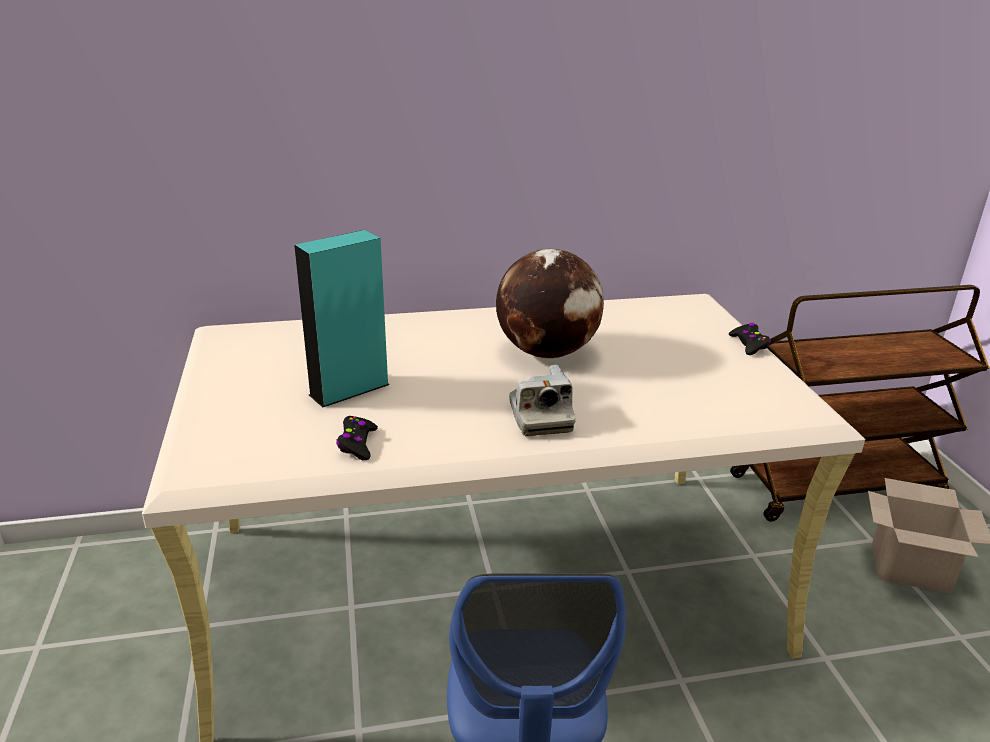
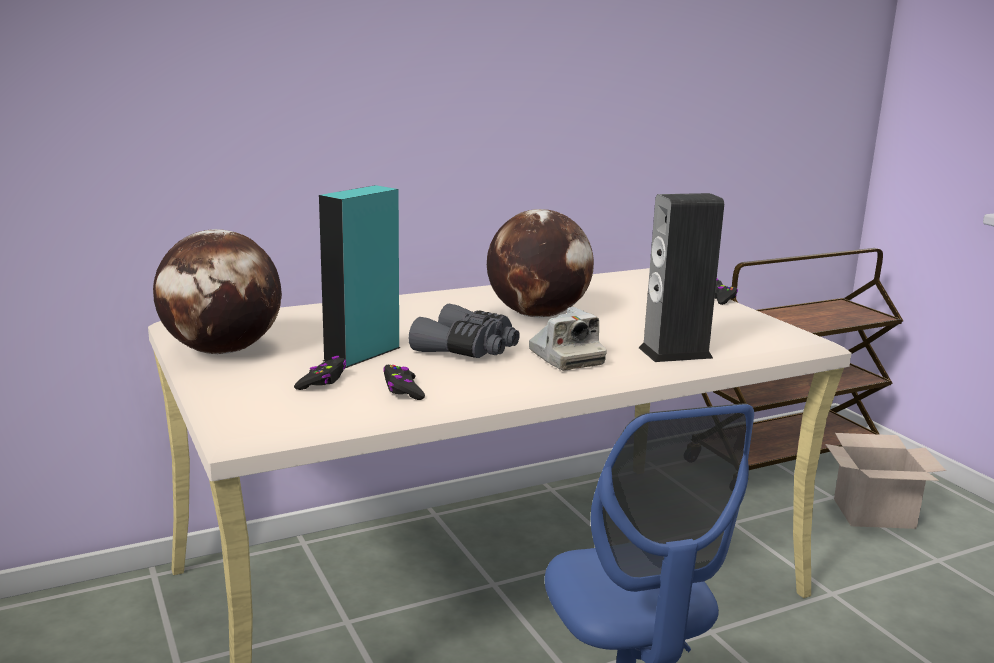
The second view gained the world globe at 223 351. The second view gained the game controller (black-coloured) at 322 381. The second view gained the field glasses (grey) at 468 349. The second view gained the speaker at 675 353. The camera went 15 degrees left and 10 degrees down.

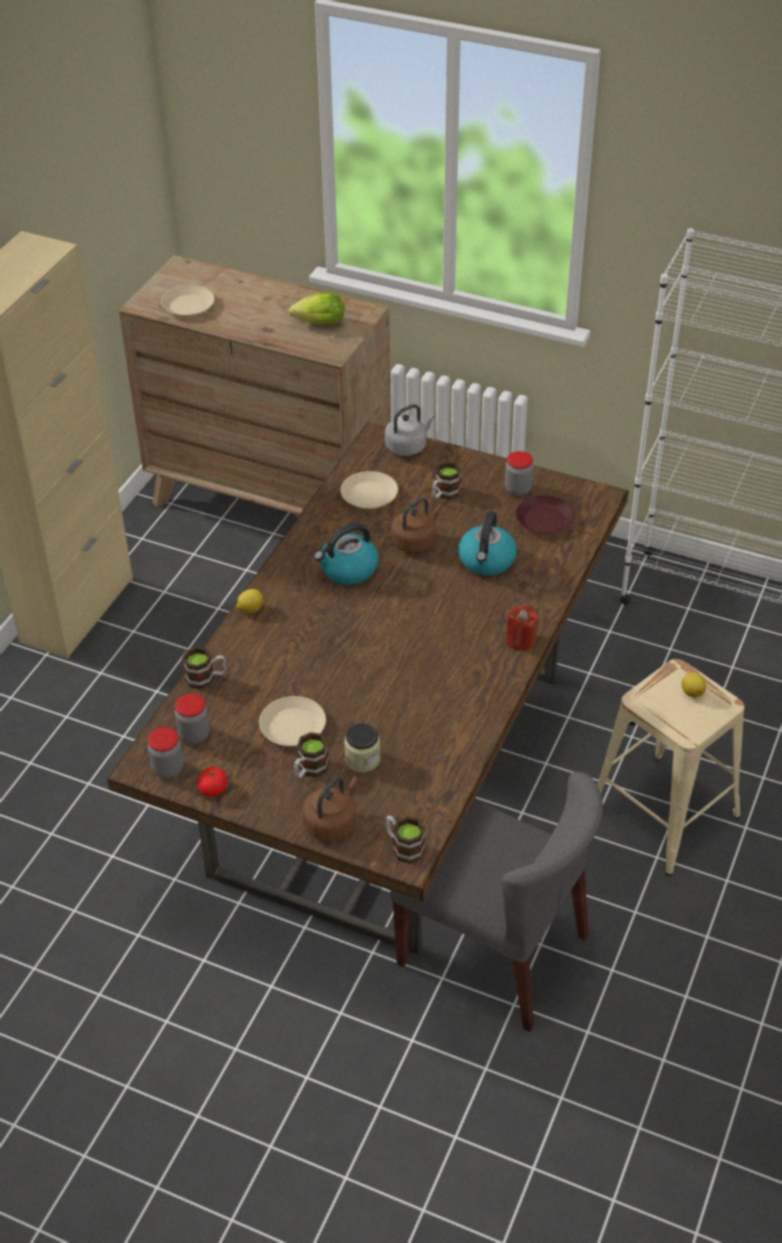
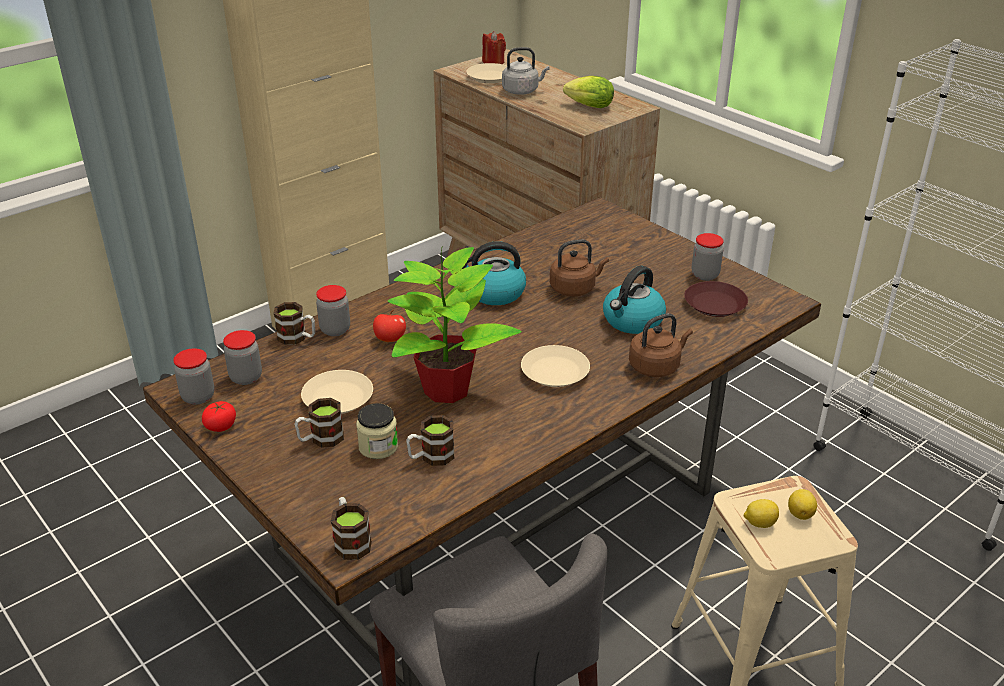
The second view gained the storage jar at 335 330. The second view gained the whole apple at 390 339. The second view gained the houseplant at 447 389. The tea mug ended up elsewhere, having gone from 444 494 to 431 457. The wax light (red) ended up elsewhere, having gone from 520 640 to 493 62. The water kettle (grey) ended up elsewhere, having gone from 408 446 to 522 91. The flat dish (sand-coloured) ended up elsewhere, having gone from 370 495 to 555 372. The water kettle (brownish) ended up elsewhere, having gone from 332 823 to 656 366. The lemon ended up elsewhere, having gone from 250 609 to 759 523. The camera went 25 degrees right and 10 degrees down.

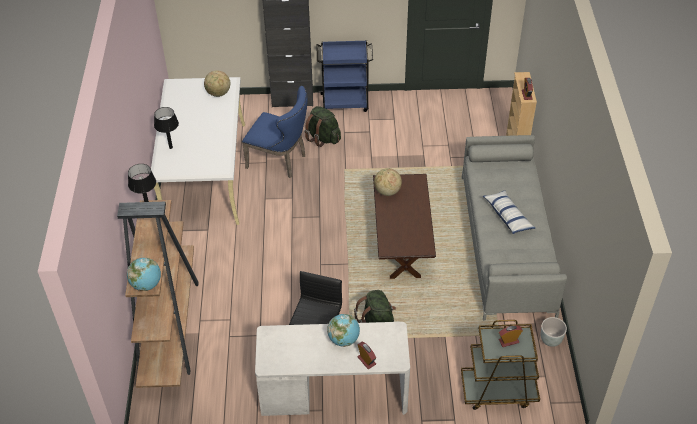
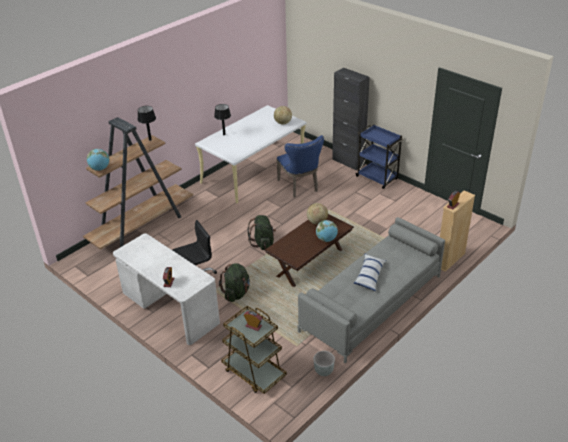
The knapsack (green-coloured) ended up elsewhere, having gone from 323 138 to 263 243. The world globe ended up elsewhere, having gone from 344 339 to 326 239. The camera went 45 degrees right and 10 degrees down.

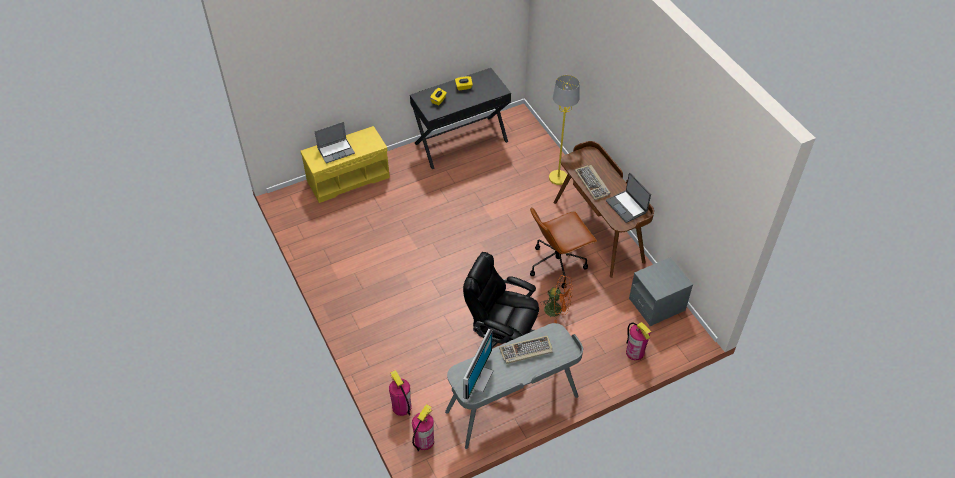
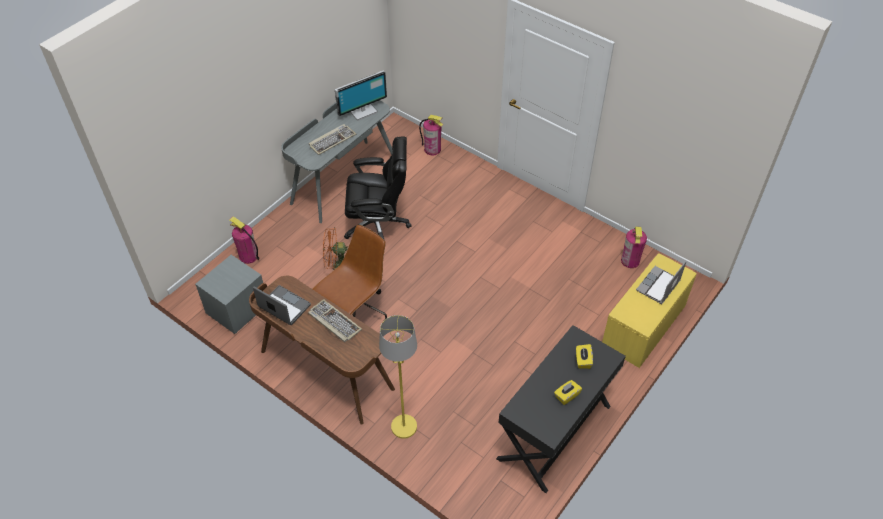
The computer display at 477 378 ended up facing another way, 120 degrees counterclockwise from before. The extinguisher ended up elsewhere, having gone from 424 441 to 630 261. The camera went 155 degrees right and 0 degrees up.

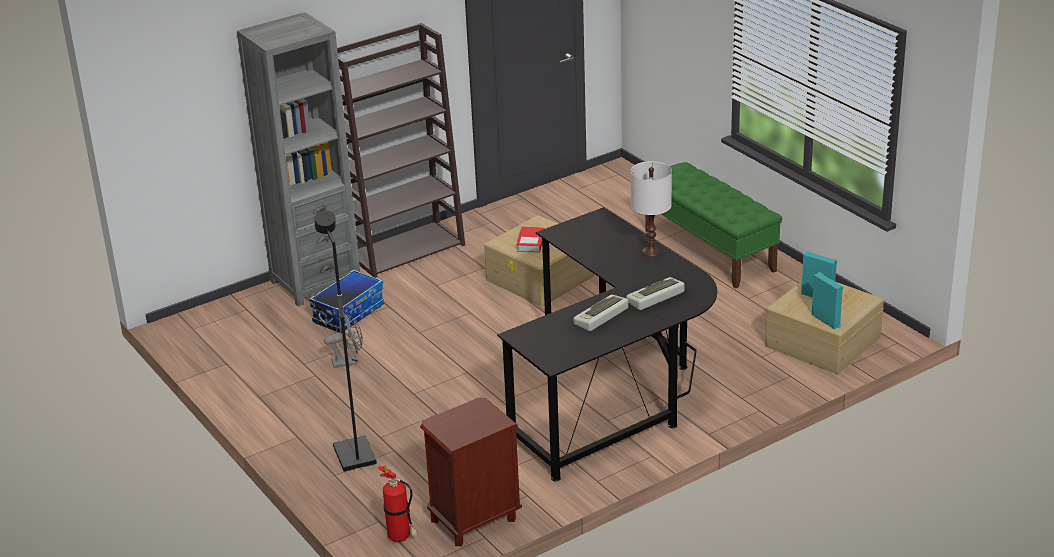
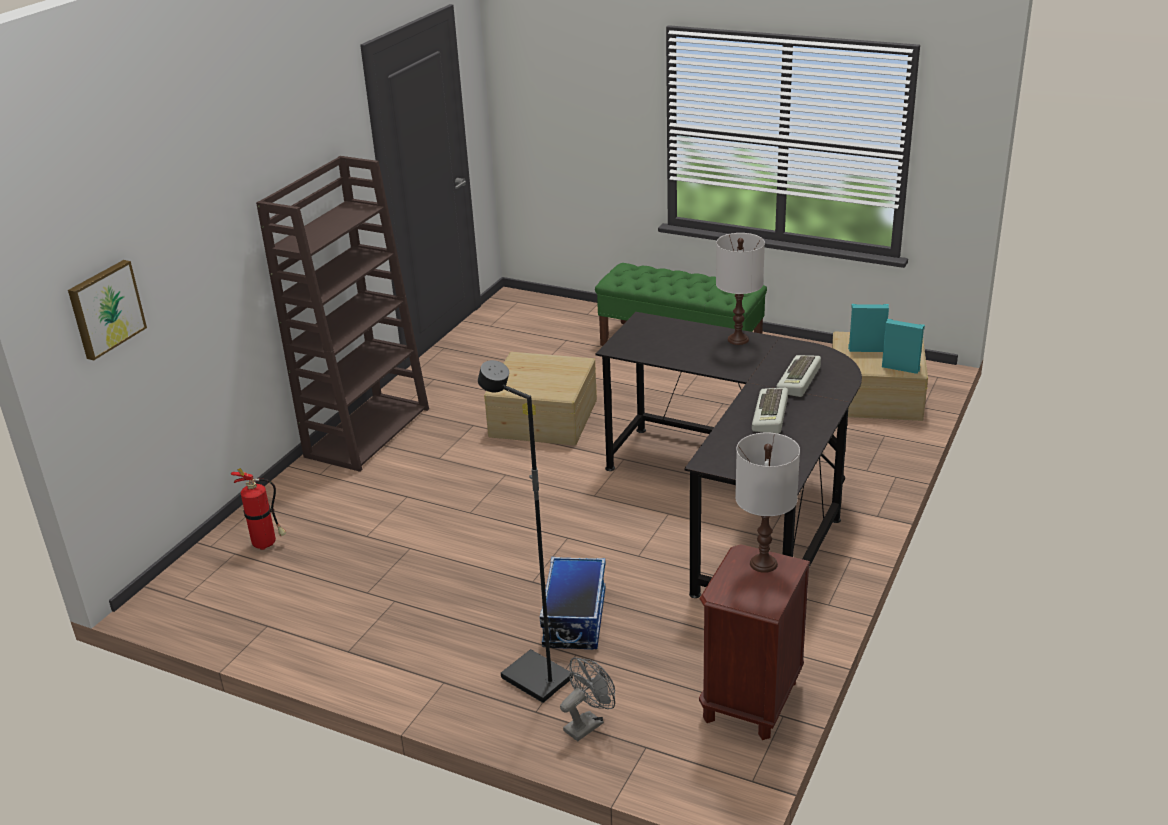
The second view gained the wall art at 105 308. The extinguisher ended up elsewhere, having gone from 401 538 to 267 544. The storage bin ended up elsewhere, having gone from 348 313 to 573 618. The fan (grey) ended up elsewhere, having gone from 348 362 to 588 723. The second view gained the tabletop lamp (white-coloured) at 763 564. The second view lost the bookcase (grey) at 315 282. The second view lost the bound book at 530 243. The camera went 30 degrees left and 0 degrees up.

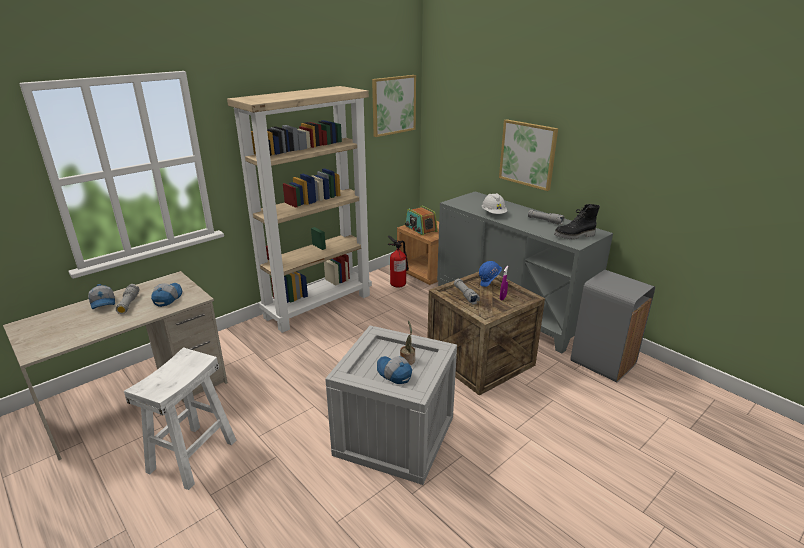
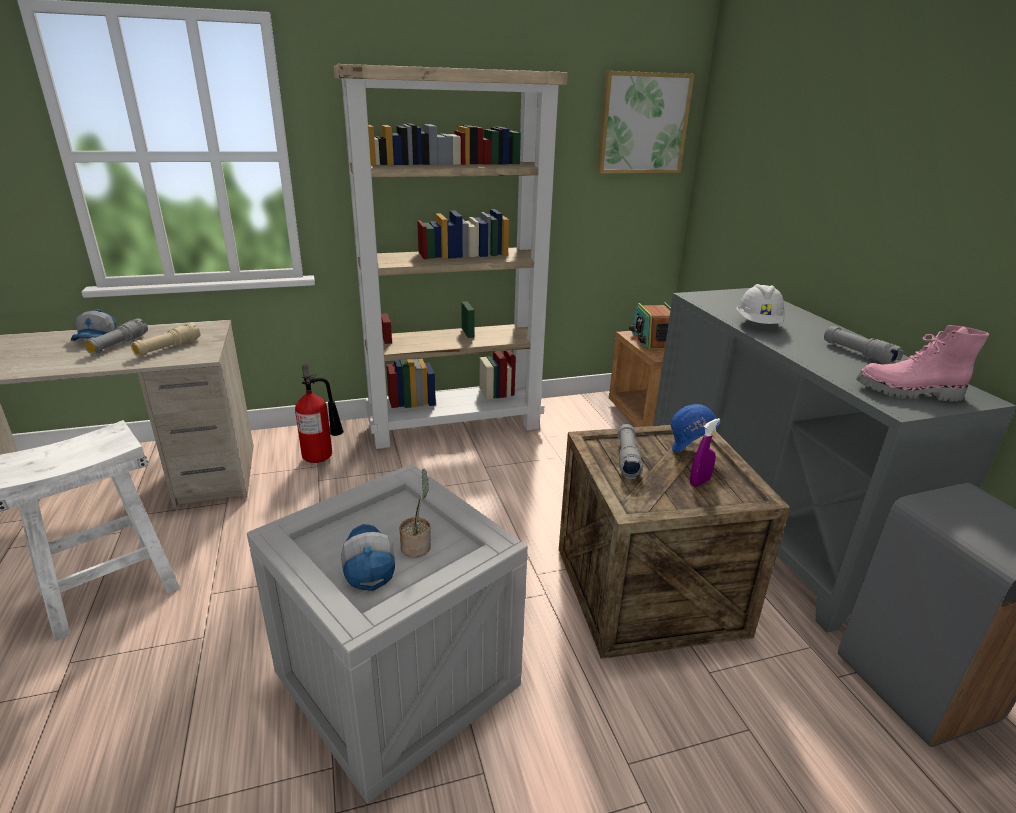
Where the cap stood at 167 298, the hand torch (sand-coloured) came to stand at 168 348. The extinguisher ended up elsewhere, having gone from 399 284 to 322 457. What was the boot (black-coloured) at 574 236 turned into the boot (pinkish) at 908 393. The second view lost the wall art at 528 154. The camera went 25 degrees right and 0 degrees up.

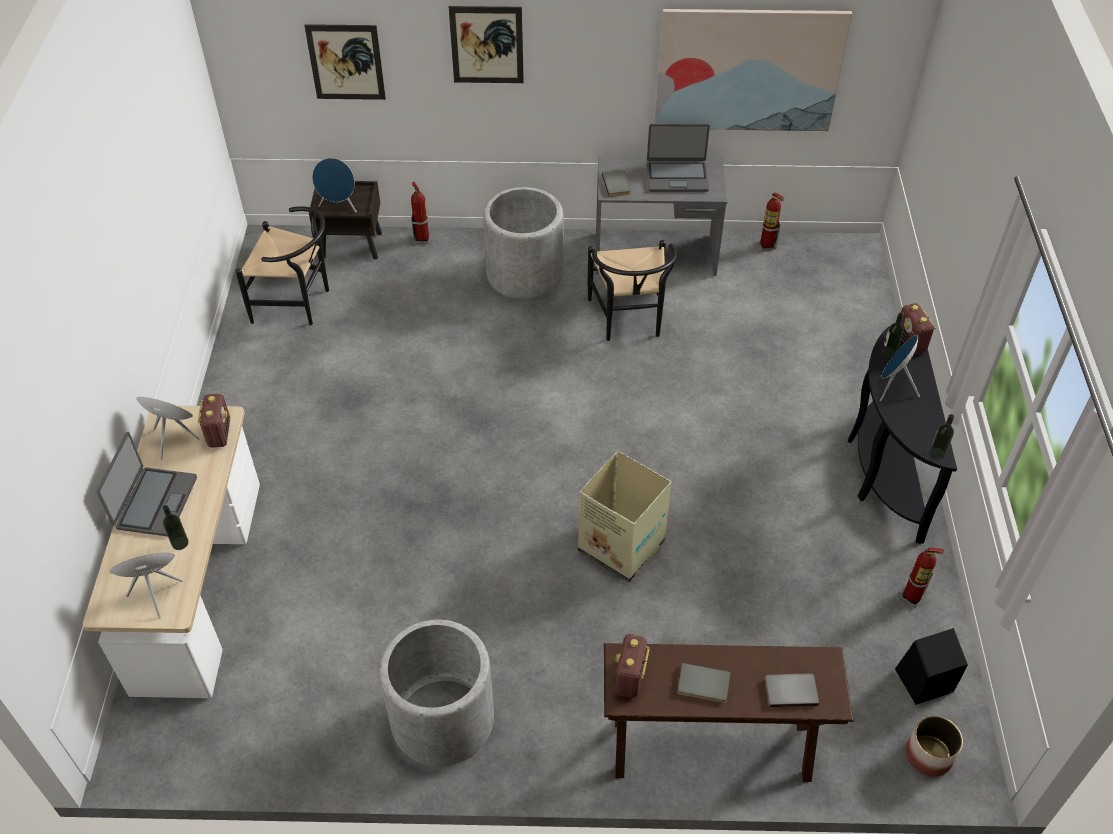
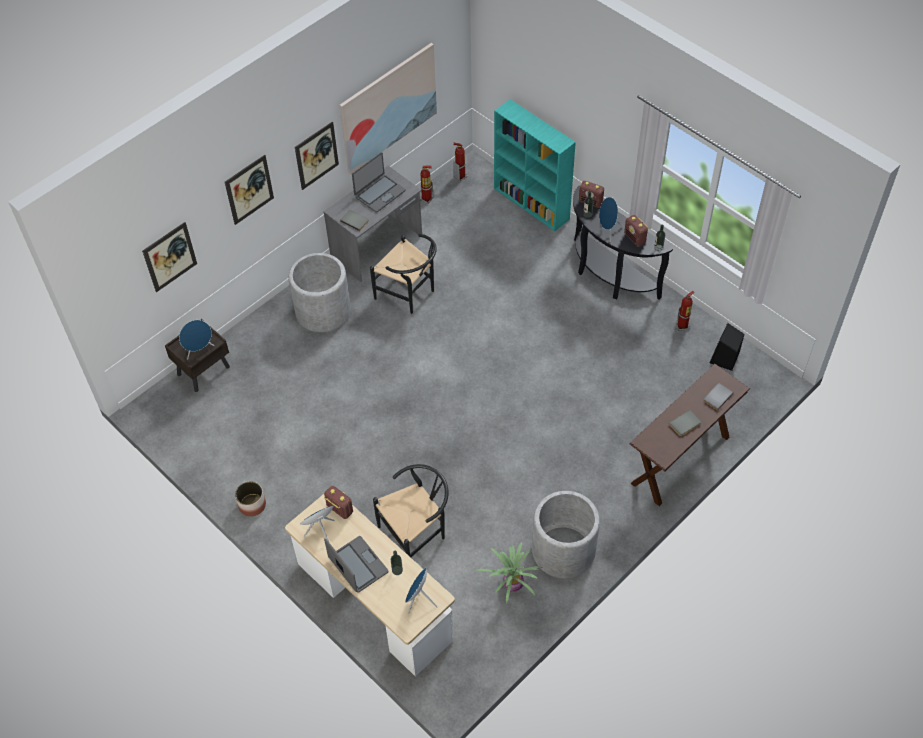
The plant pot ended up elsewhere, having gone from 929 755 to 252 505. The second view gained the wall art at 316 155. The upright chair (black-coloured) ended up elsewhere, having gone from 297 303 to 417 533. The extinguisher ended up elsewhere, having gone from 422 239 to 460 176. The second view gained the houseplant at 512 584. The second view gained the bookcase (turquoise) at 532 204. The radio set ended up elsewhere, having gone from 630 678 to 635 238. The second view lost the carton at 622 547. The camera went 45 degrees left and 5 degrees up.

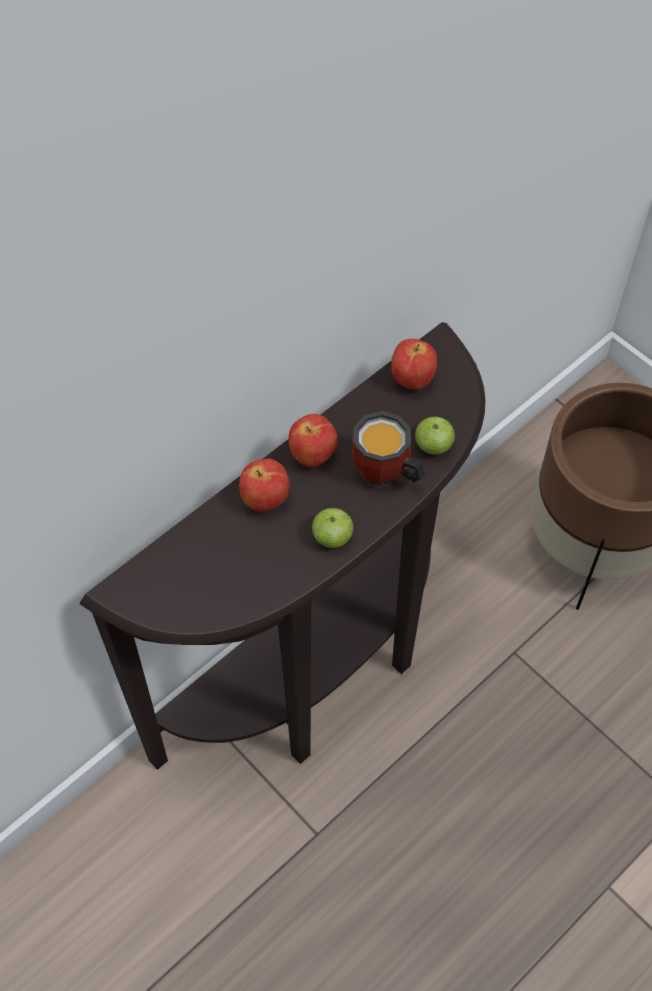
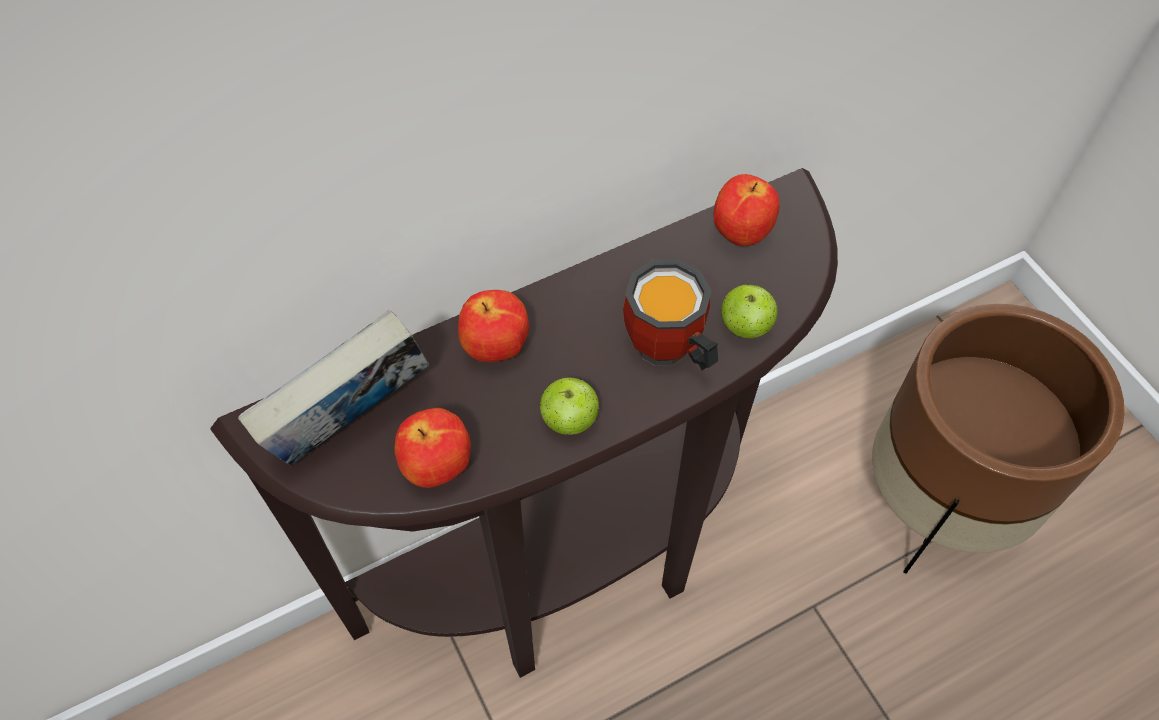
The second view gained the bound book at 352 425. The whole apple ended up elsewhere, having gone from 313 456 to 437 468. The camera went 15 degrees right and 0 degrees up.

